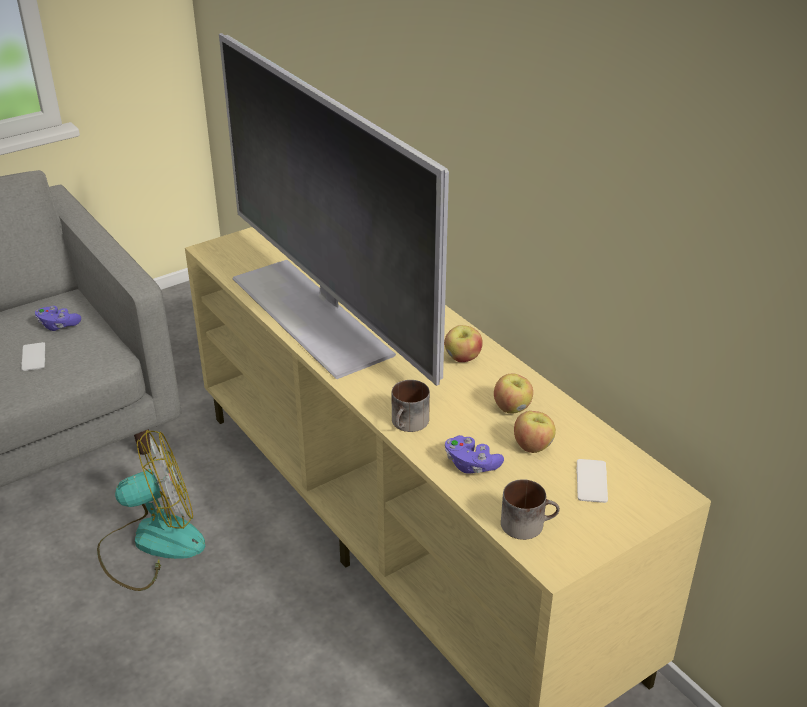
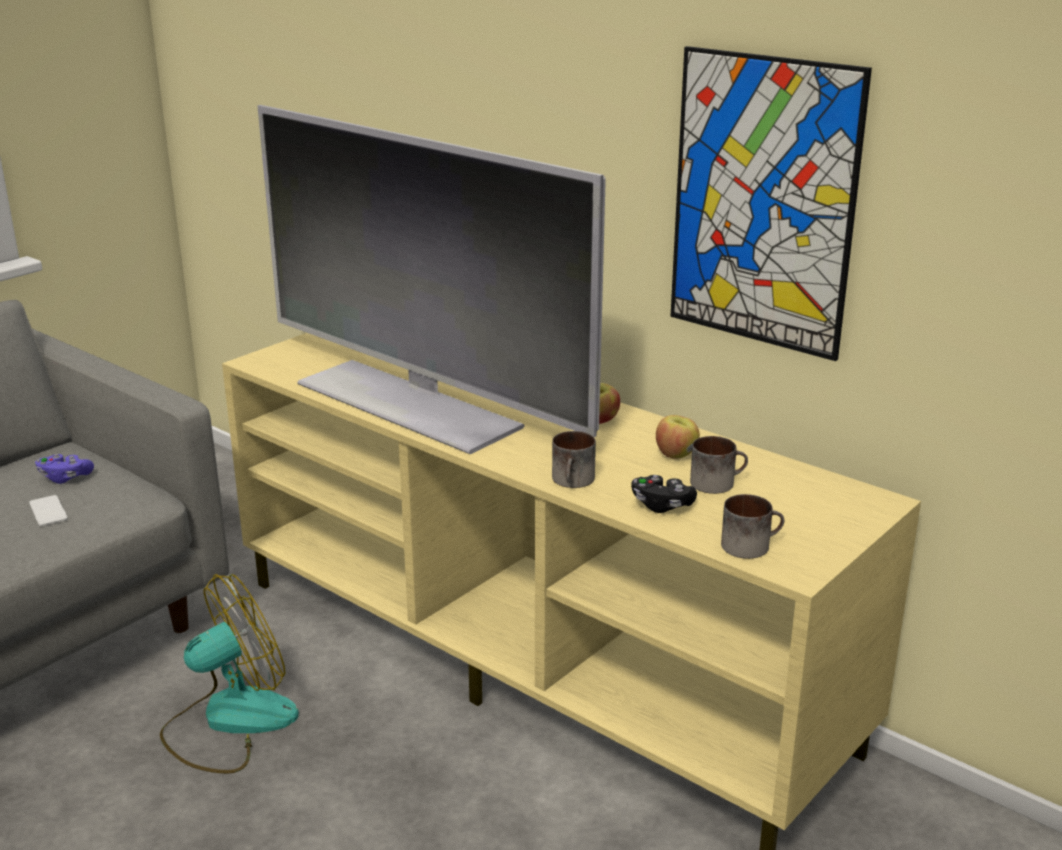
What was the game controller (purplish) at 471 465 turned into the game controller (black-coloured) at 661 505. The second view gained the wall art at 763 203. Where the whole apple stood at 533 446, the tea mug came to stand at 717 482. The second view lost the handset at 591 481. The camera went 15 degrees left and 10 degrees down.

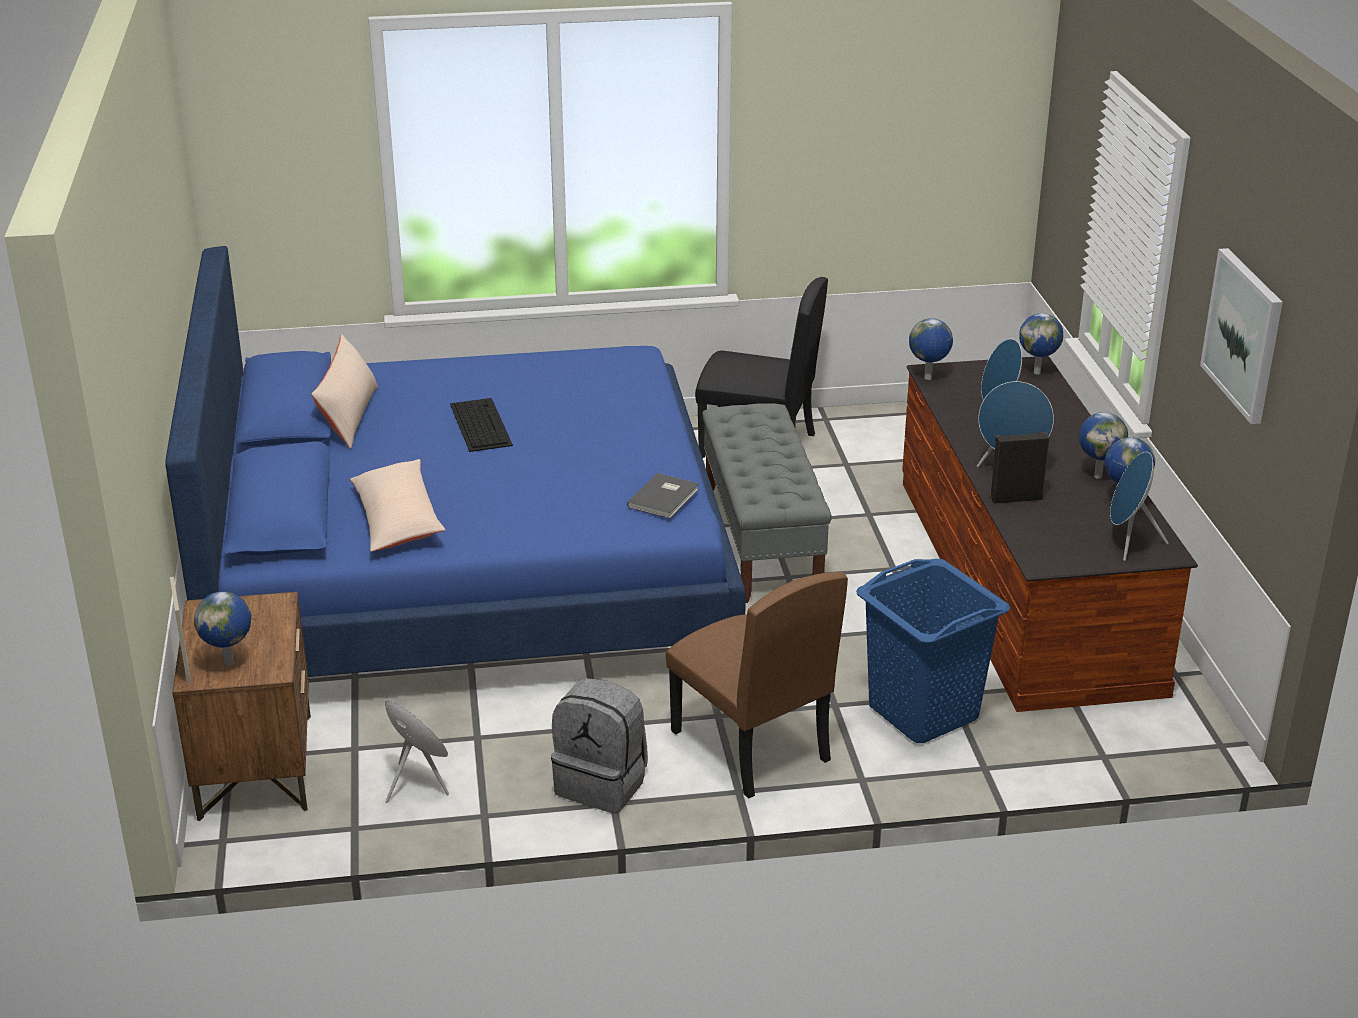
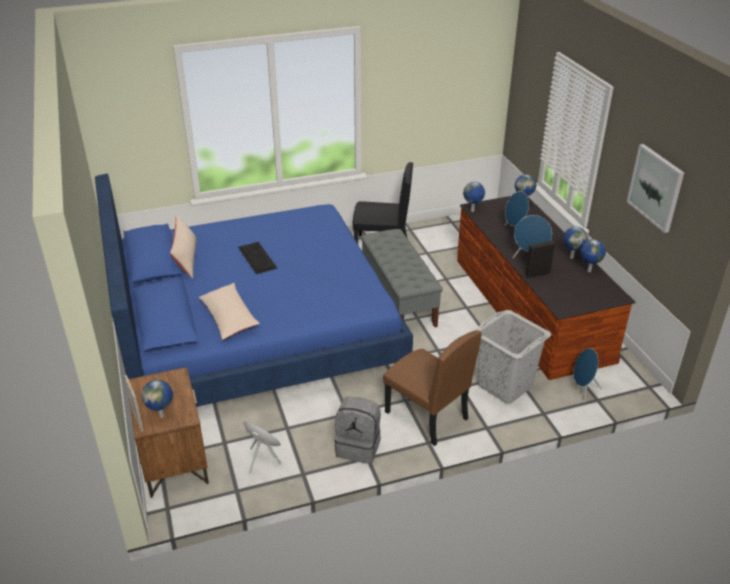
What was the laundry basket (bluish) at 923 713 turned into the laundry basket (grey) at 504 386. The speaker (bluish) ended up elsewhere, having gone from 1128 543 to 582 390. The second view lost the bound book (grey) at 665 498. The camera went 10 degrees left and 5 degrees up.

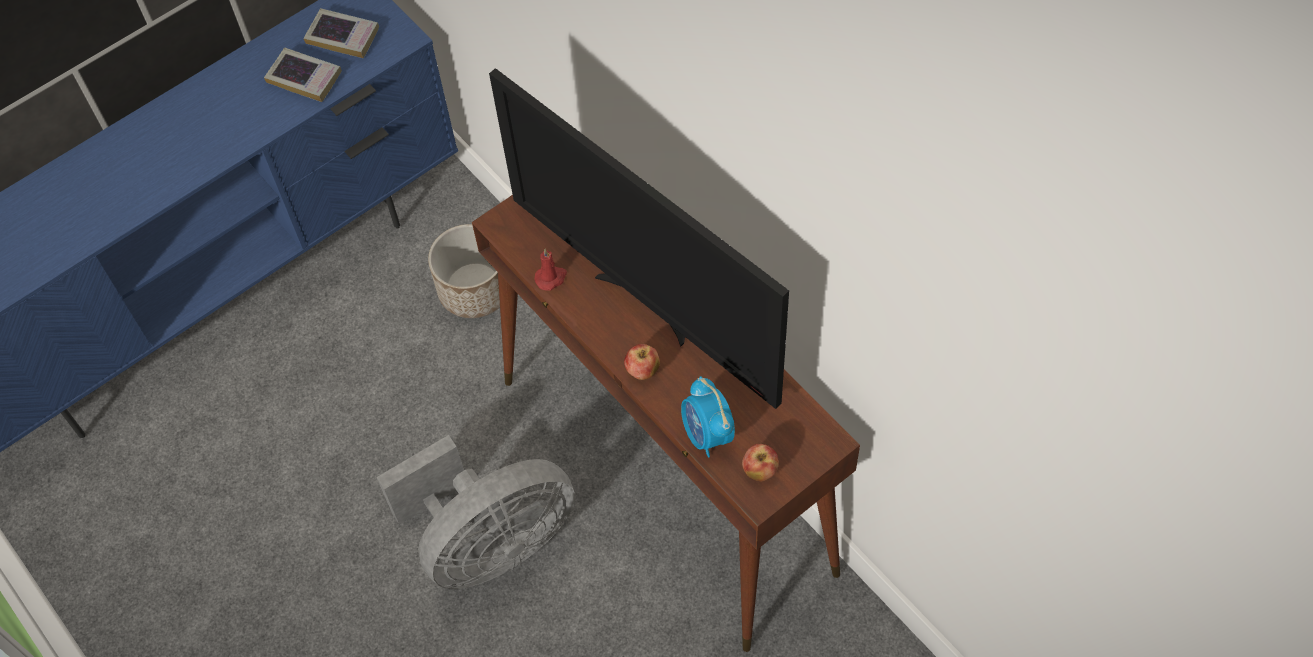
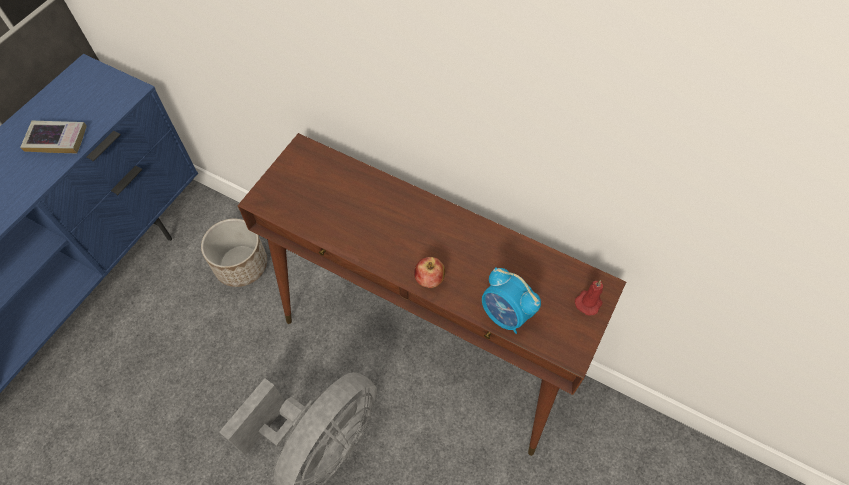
The wax light (red) ended up elsewhere, having gone from 551 278 to 589 302. The second view lost the bound book at 343 37. The second view lost the TV set at 648 303. The second view lost the whole apple at 760 471. The camera went 25 degrees left and 0 degrees up.

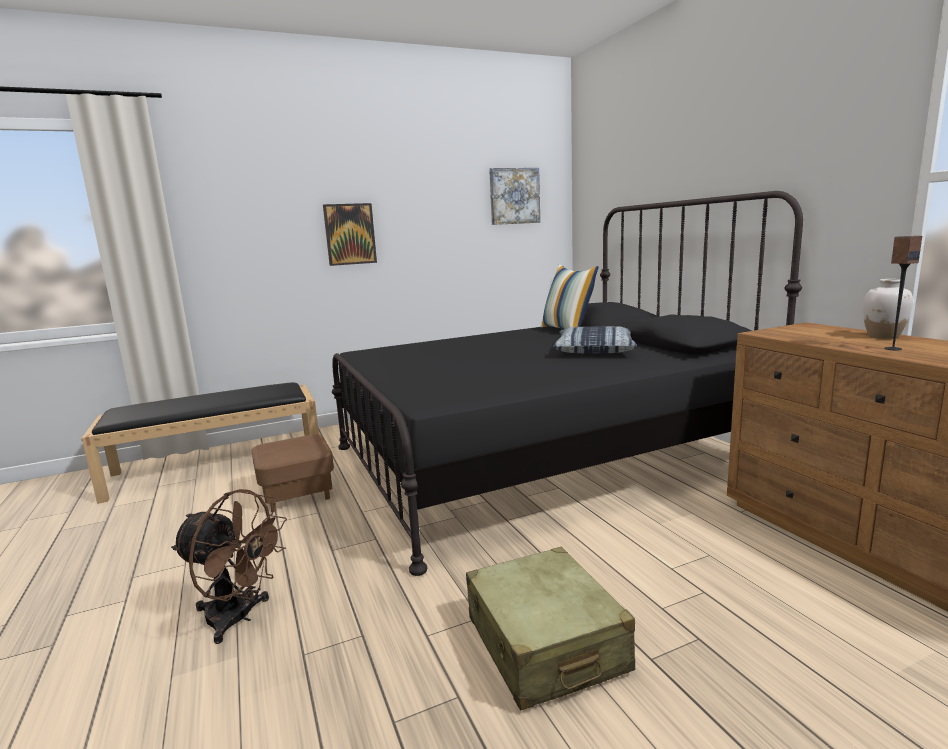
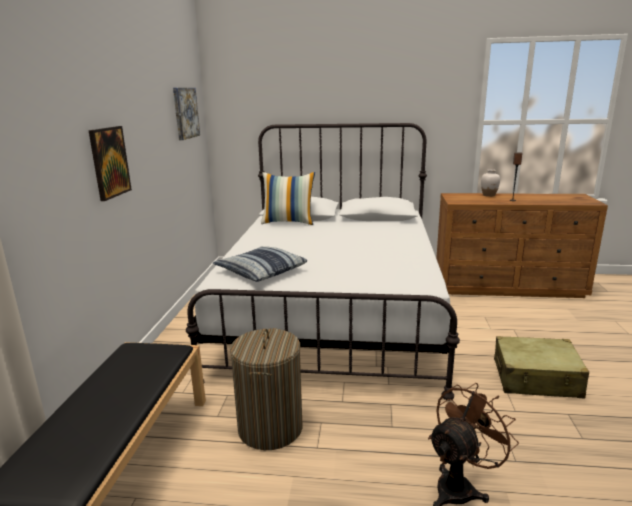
What was the bedroom bed (black-coloured) at 542 456 turned into the bedroom bed (white-coloured) at 333 315. The pillow ended up elsewhere, having gone from 595 350 to 260 271. Where the ottoman (brownish) stood at 297 494, the laundry basket came to stand at 270 428. The camera went 60 degrees left and 5 degrees up.

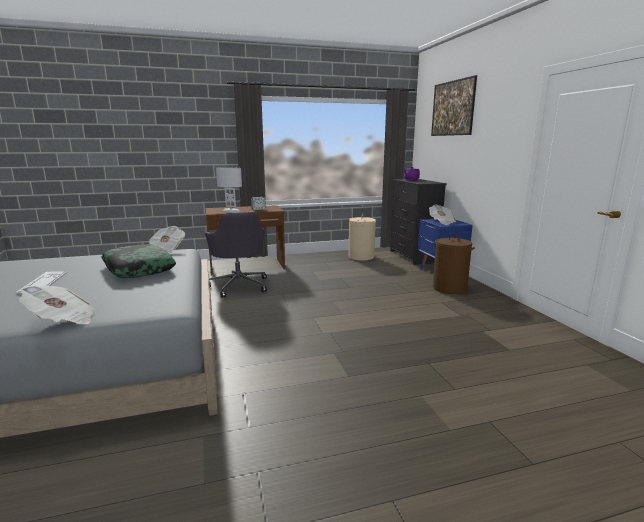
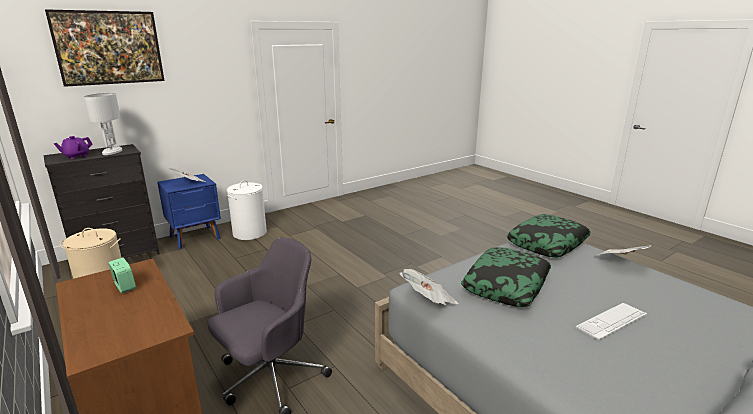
The tabletop lamp (white-coloured) ended up elsewhere, having gone from 231 211 to 112 152. What was the laundry basket (brownish) at 449 288 turned into the laundry basket (white-coloured) at 250 233. The second view gained the pillow at 547 243. The camera went 110 degrees left and 5 degrees up.

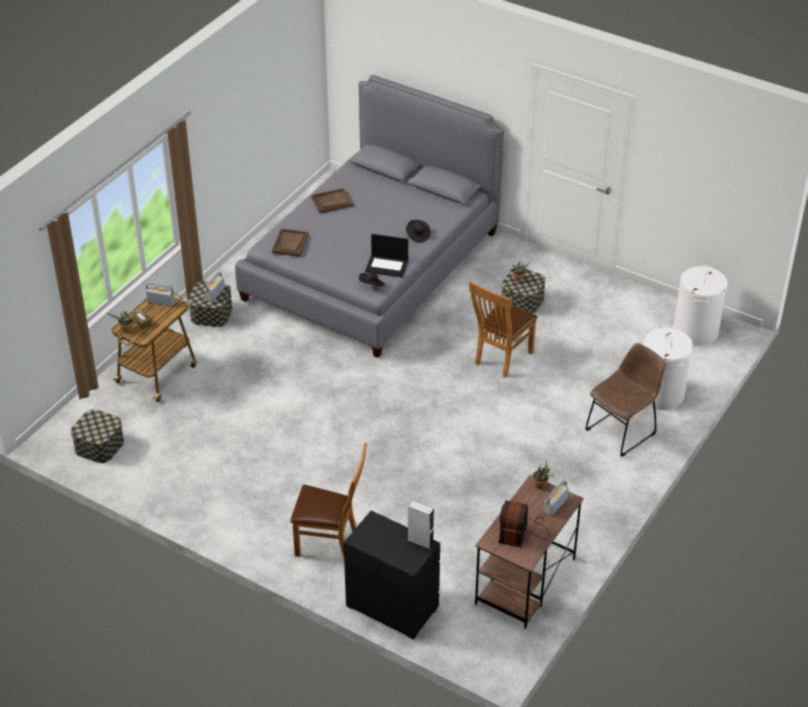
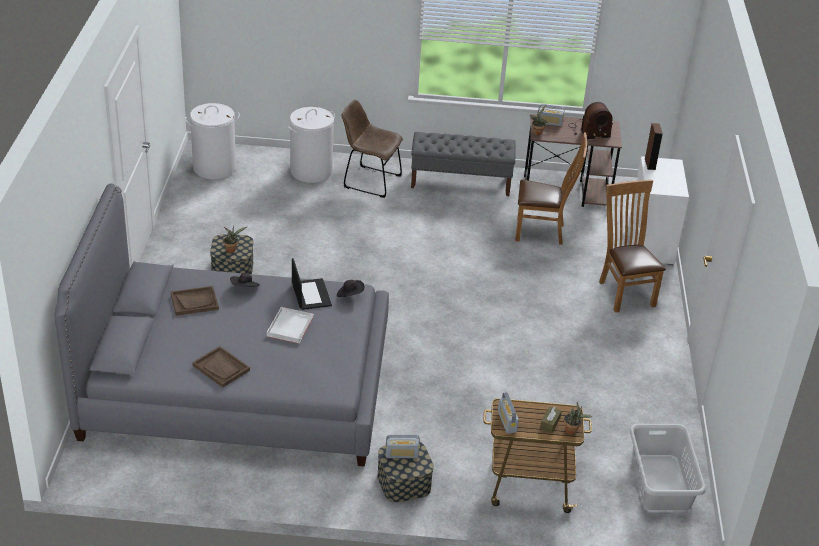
The tray (brownish) ended up elsewhere, having gone from 290 243 to 194 302. The second view gained the tray (white-coloured) at 290 326. The second view gained the bench (grey) at 461 182. The upright chair (brownish) ended up elsewhere, having gone from 500 359 to 543 232. What was the drawer chest (black-coloured) at 391 606 turned into the drawer chest (white-coloured) at 650 244. Where the storage bin stood at 99 446, the laundry basket (grey) came to stand at 660 482. What was the speaker (grey) at 420 541 turned into the speaker (brownish) at 650 164. The camera went 120 degrees left and 5 degrees down.

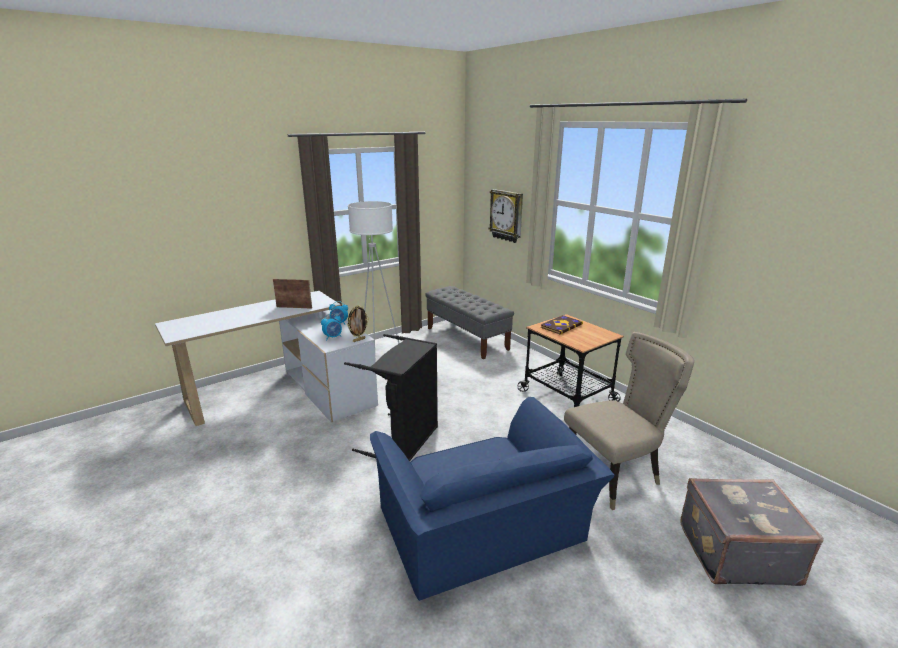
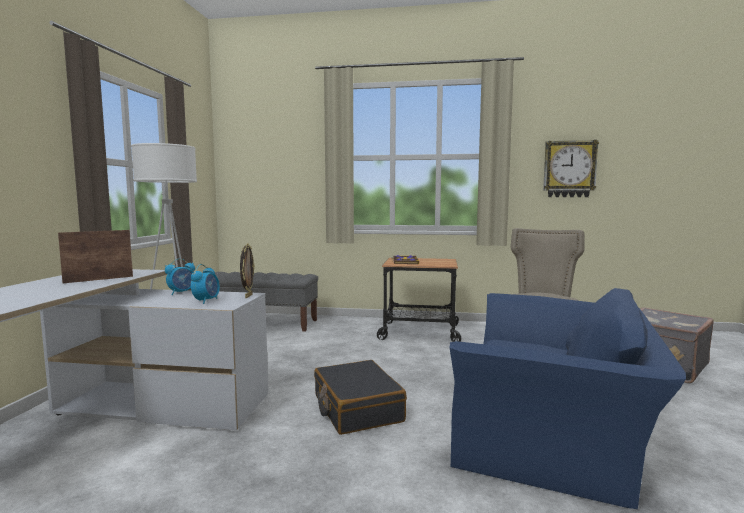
Where the laundry basket (black-coloured) stood at 404 441, the piece of luggage (black-coloured) came to stand at 357 408. The hanging clock ended up elsewhere, having gone from 507 215 to 569 169. The camera went 45 degrees left and 15 degrees down.

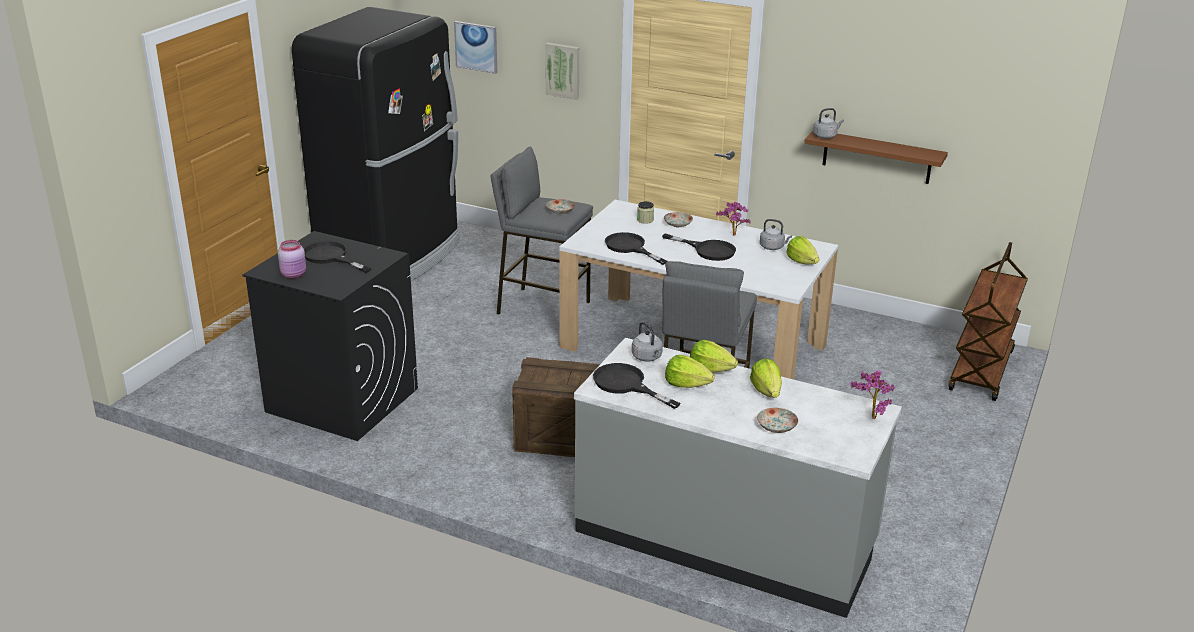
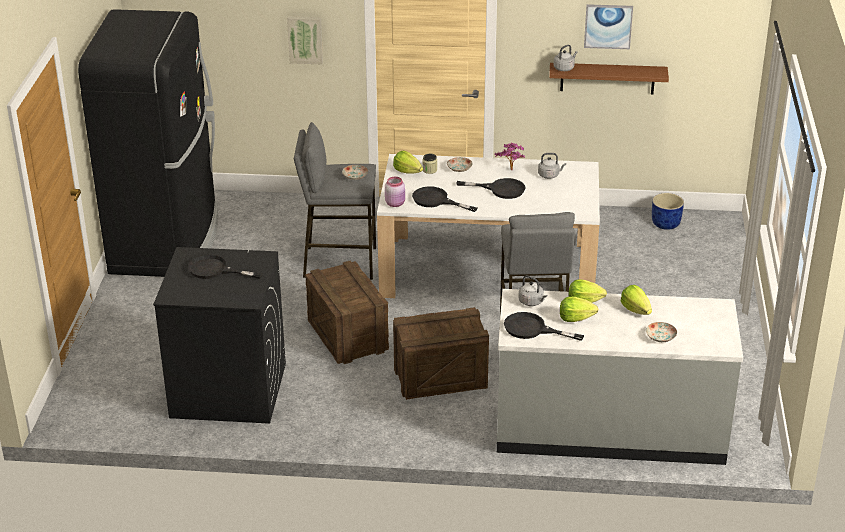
The second view gained the crate at 347 335. The storage jar (pinkish) ended up elsewhere, having gone from 294 275 to 395 203. The lettuce ended up elsewhere, having gone from 802 262 to 407 171. The wall art ended up elsewhere, having gone from 476 47 to 608 26. The second view gained the plant pot (bluish) at 666 224. The second view lost the houseplant at 870 416. The second view lost the wheeled cart (brownish) at 981 371. The camera went 20 degrees left and 5 degrees up.

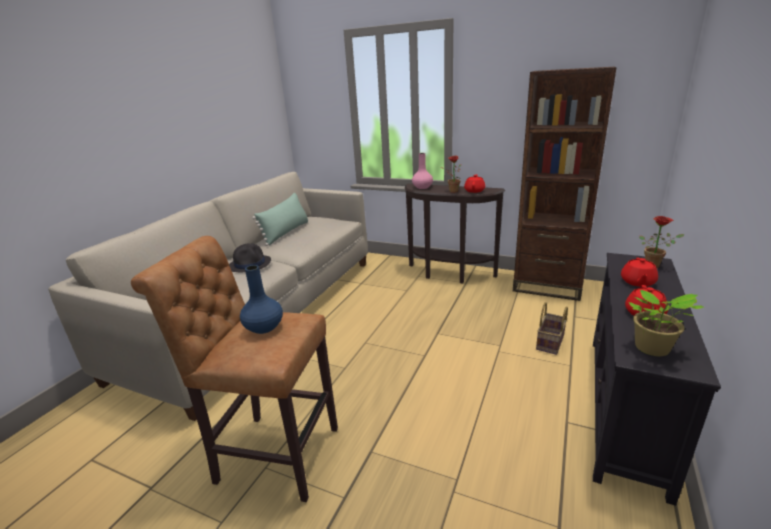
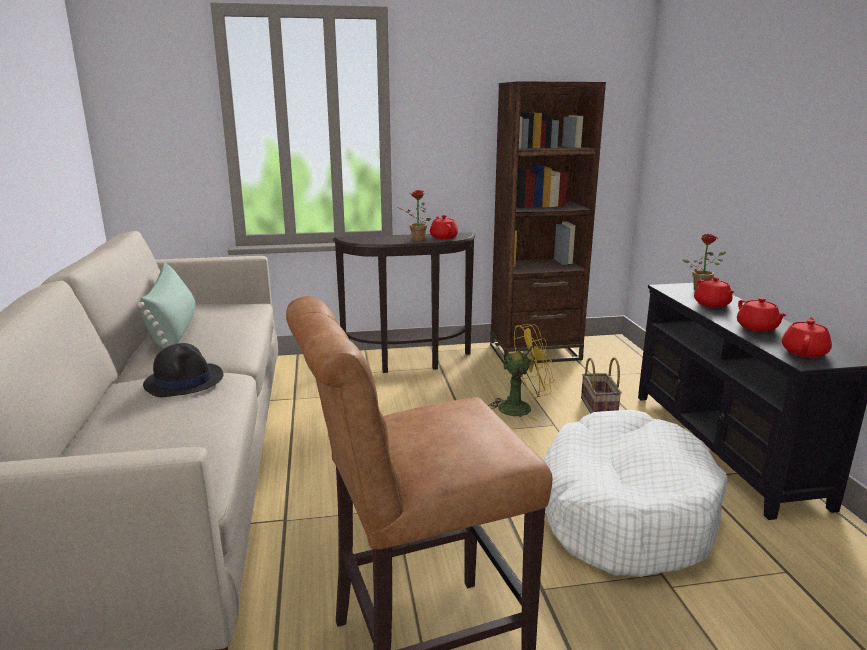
The second view gained the fan (yellow-coloured) at 521 408. The second view gained the dog cushion (white-coloured) at 623 510. Where the houseplant stood at 652 349, the teapot (red) came to stand at 804 352. The second view lost the flower vase (bluish) at 263 327. The second view lost the flower vase (pinkish) at 422 187. The camera went 35 degrees left and 5 degrees down.

